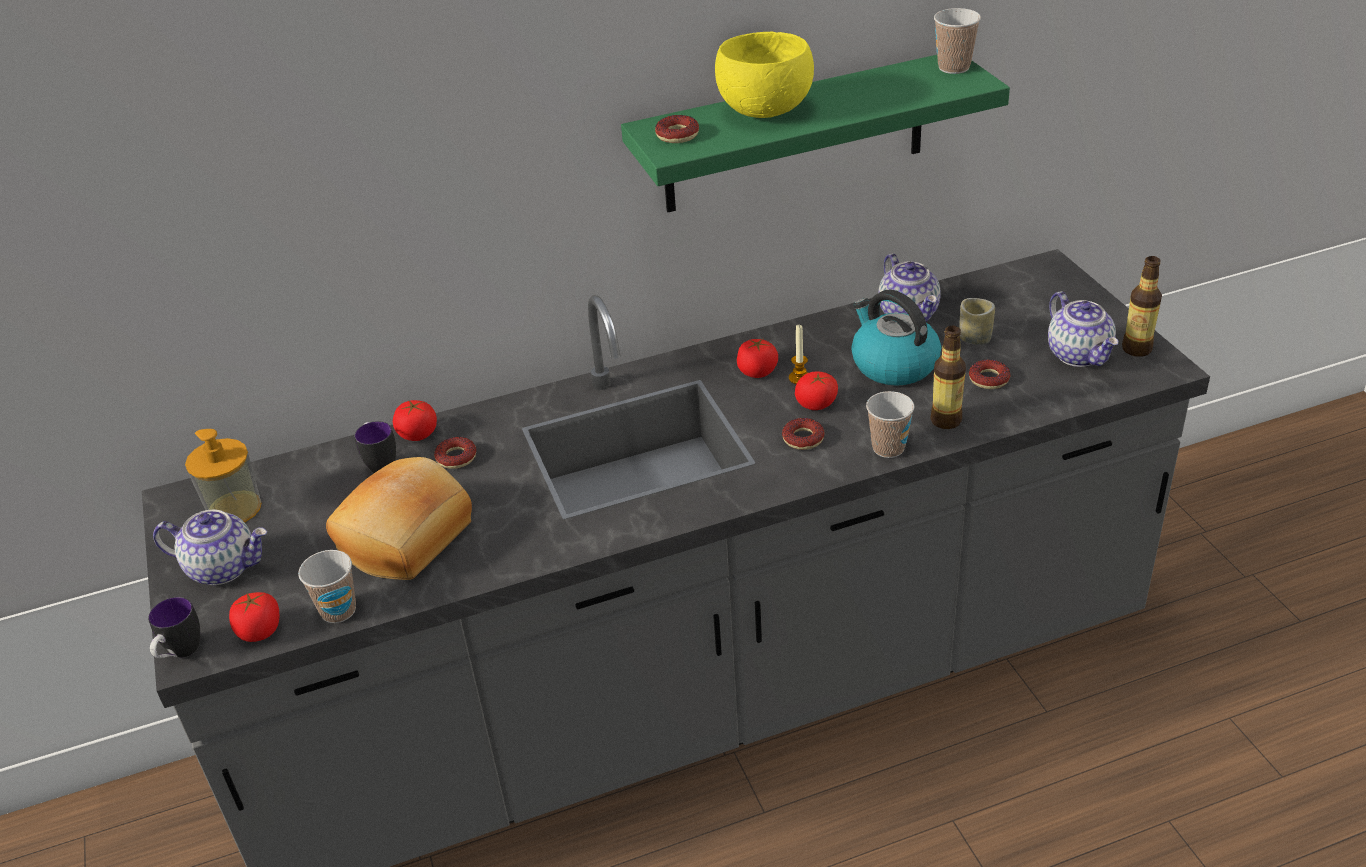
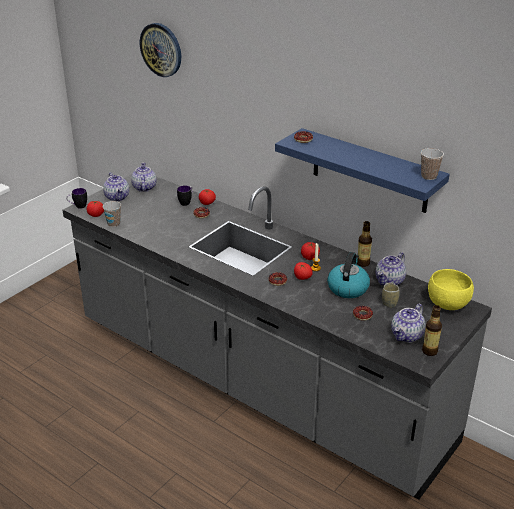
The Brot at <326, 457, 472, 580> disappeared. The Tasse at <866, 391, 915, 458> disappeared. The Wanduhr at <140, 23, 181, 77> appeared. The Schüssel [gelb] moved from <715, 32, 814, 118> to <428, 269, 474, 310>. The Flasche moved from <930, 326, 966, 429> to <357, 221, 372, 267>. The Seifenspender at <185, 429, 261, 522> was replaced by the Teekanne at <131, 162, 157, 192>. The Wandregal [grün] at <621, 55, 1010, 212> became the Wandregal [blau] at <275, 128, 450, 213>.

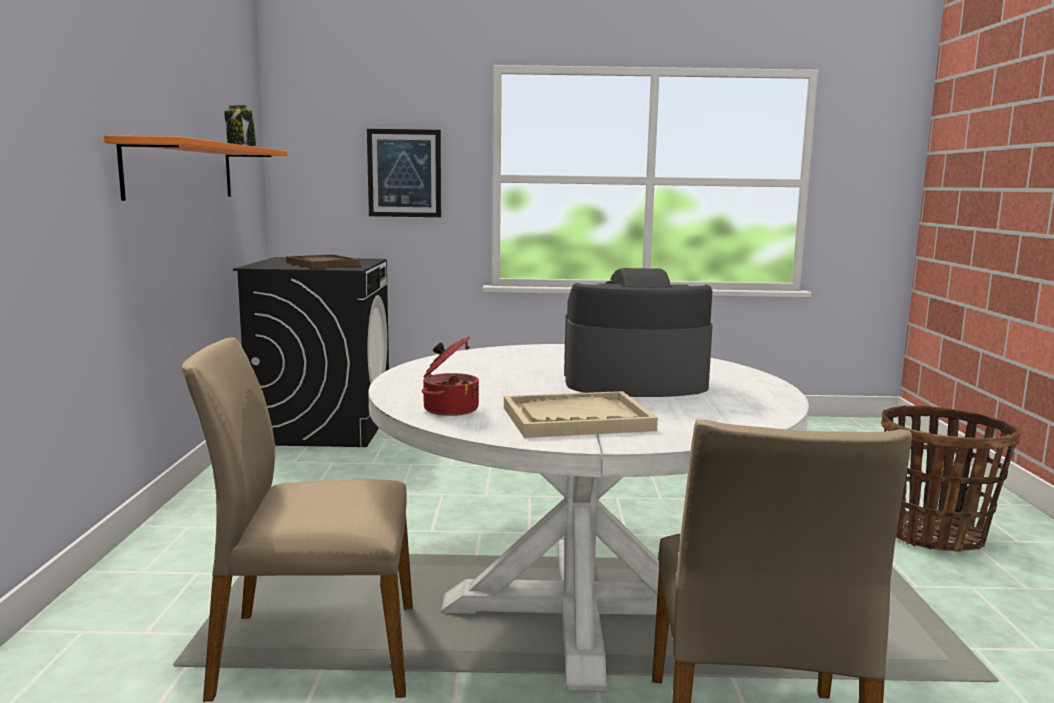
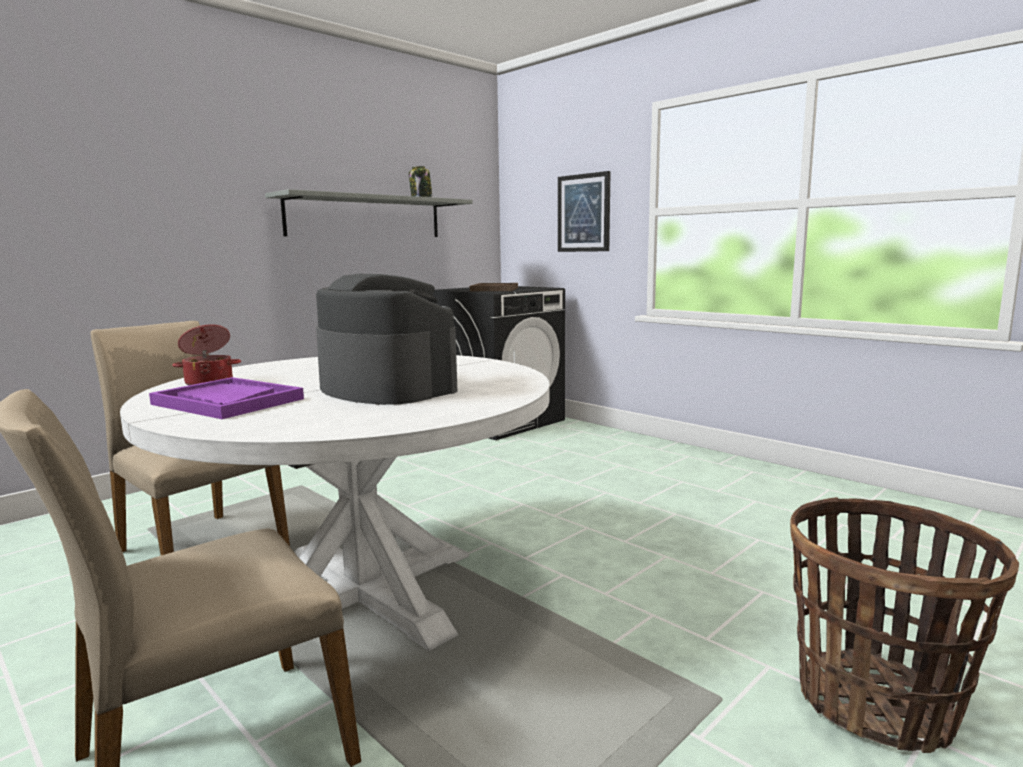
The Wandregal [orange] at <104, 135, 287, 201> became the Wandregal [grau] at <265, 189, 473, 237>. The Tablett [beige] at <504, 391, 658, 438> became the Tablett [lila] at <149, 377, 304, 419>.

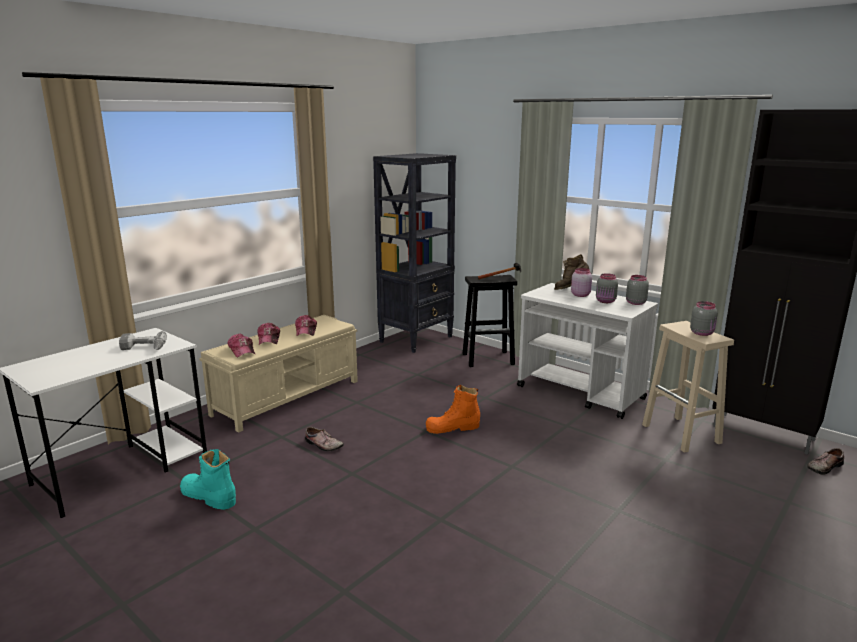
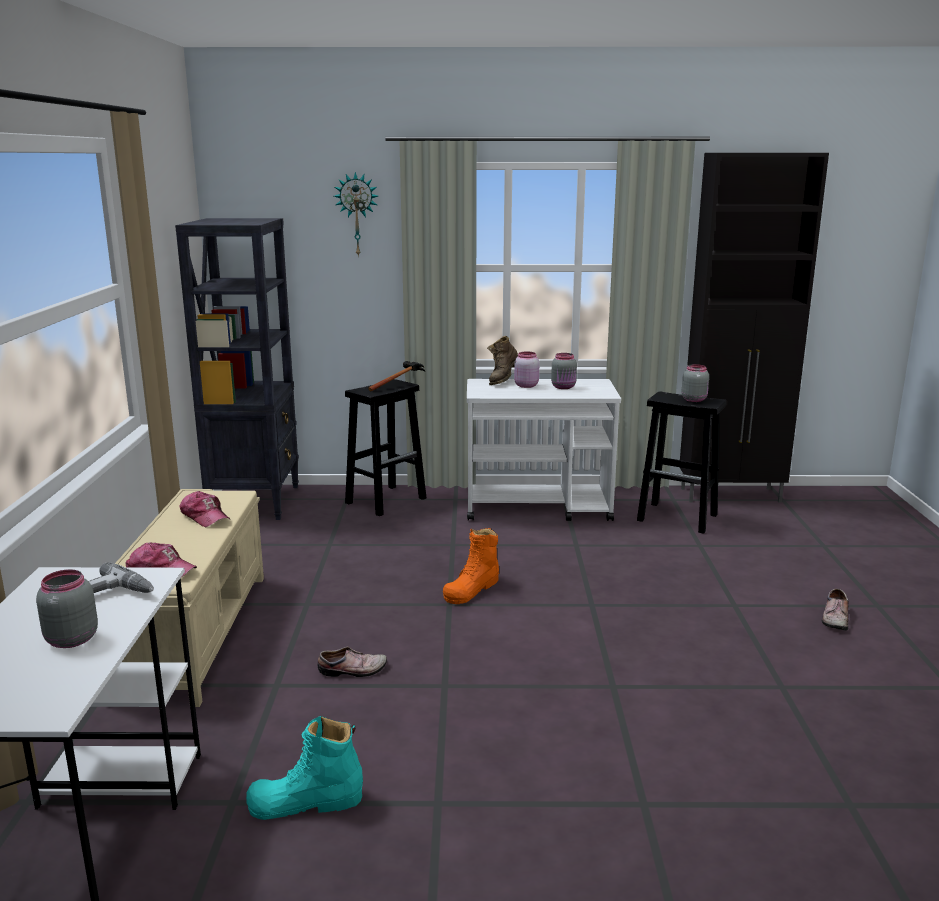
The Kappe at <258, 323, 280, 345> disappeared. The Wanduhr at <334, 172, 378, 257> appeared. The Vorratsglas [grau] moved from <626, 275, 649, 305> to <36, 569, 98, 648>. The Schuh moved from <807, 448, 844, 475> to <821, 589, 849, 630>. The Hocker [beige] at <642, 321, 734, 453> became the Hocker [schwarz] at <637, 391, 727, 534>.

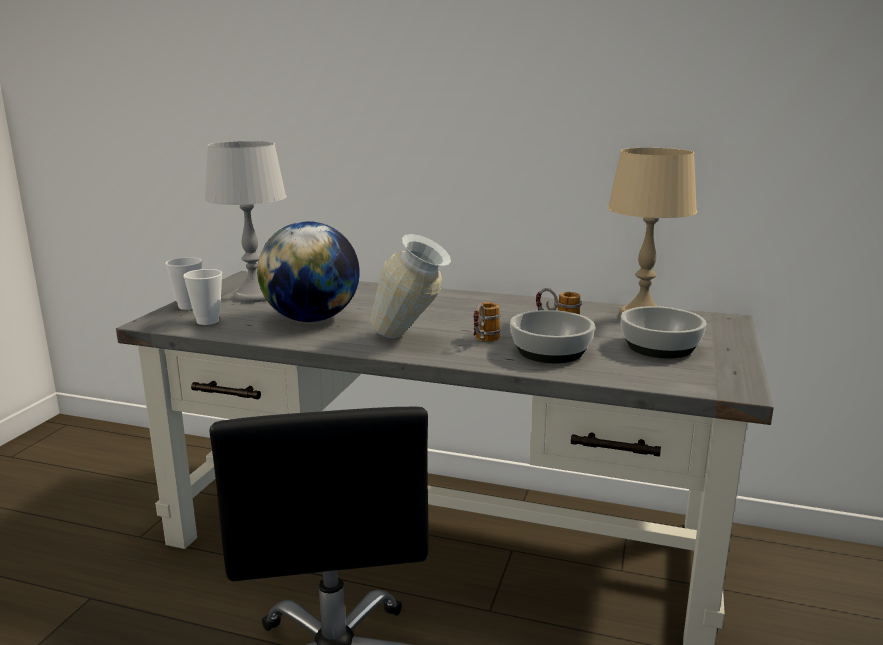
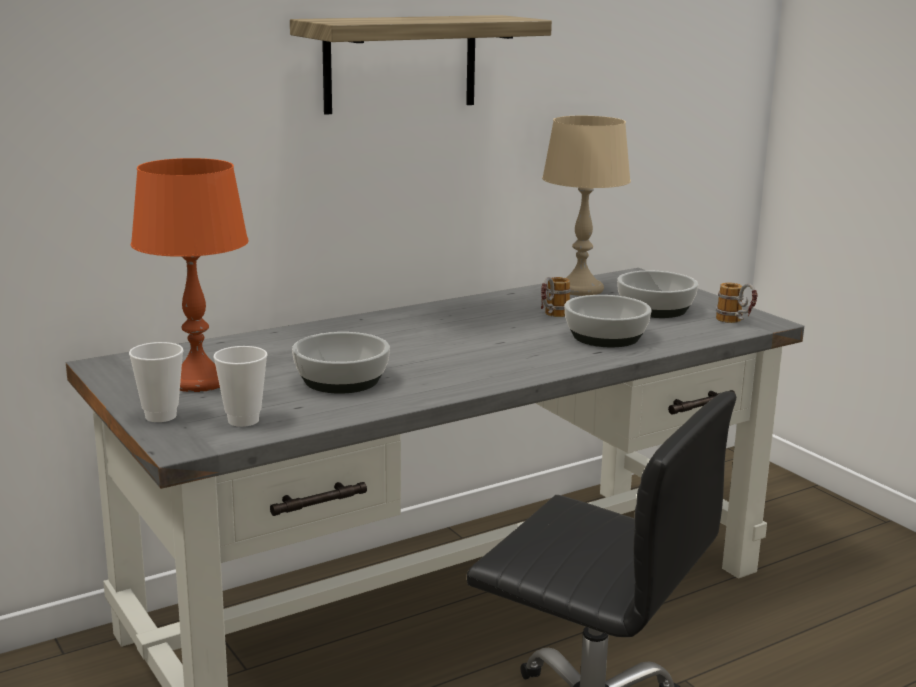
The Vase at <371, 234, 451, 338> disappeared. The Wandregal at <290, 15, 552, 115> appeared. The Henkelbecher moved from <473, 302, 501, 342> to <716, 283, 758, 323>. The Globus at <257, 221, 360, 322> was replaced by the Schüssel at <292, 332, 390, 394>. The Tischlampe [grau] at <205, 141, 287, 303> became the Tischlampe [orange] at <131, 158, 249, 392>.

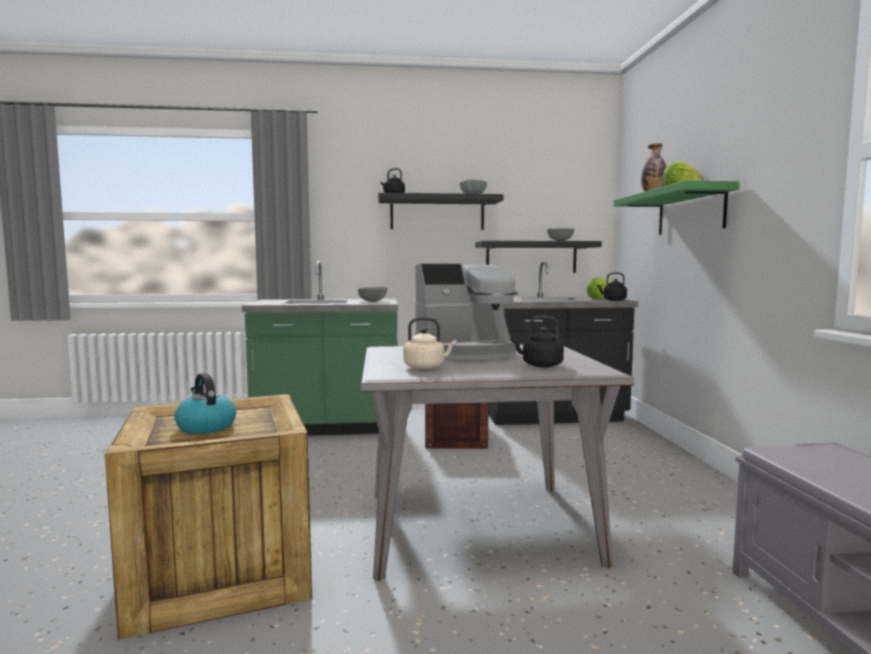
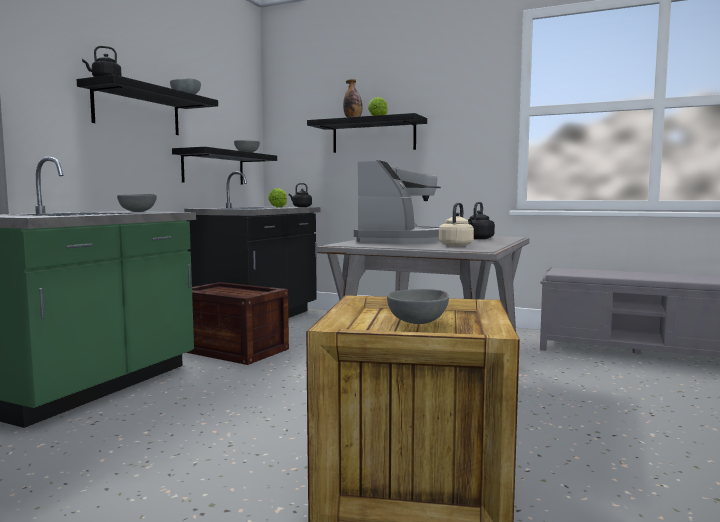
The Wasserkessel at <174, 373, 237, 434> was replaced by the Schüssel [grau] at <387, 289, 449, 324>. The Wandregal [grün] at <613, 180, 739, 235> became the Wandregal [schwarz] at <307, 113, 427, 153>.

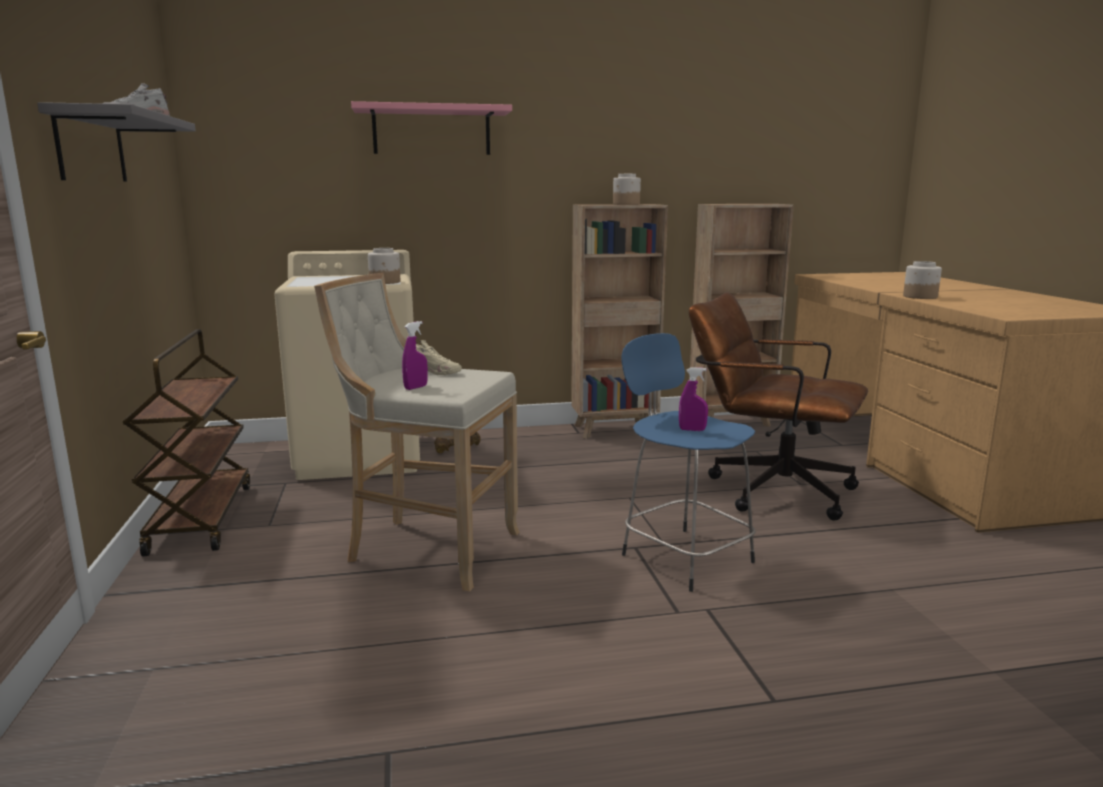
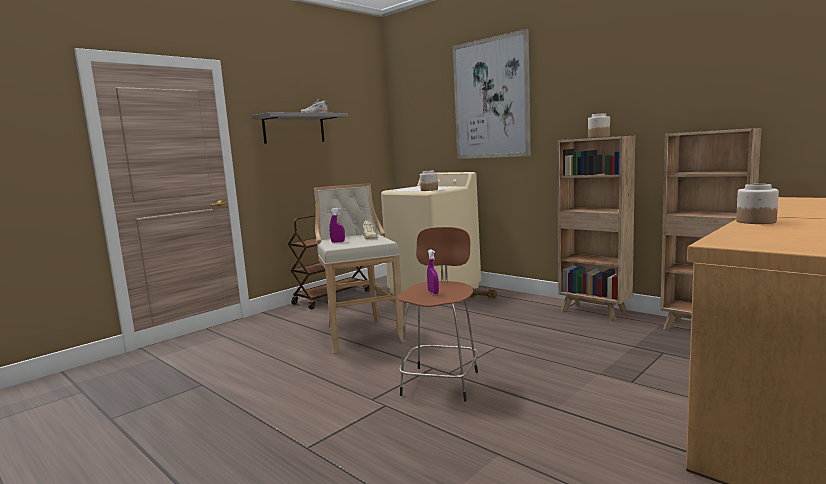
The Bürostuhl [braun] at <689, 293, 868, 521> disappeared. The Wandregal [rosa] at <351, 101, 512, 155> was replaced by the Bild at <453, 29, 531, 159>. The Hocker [blau] at <621, 333, 756, 592> became the Hocker [braun] at <397, 227, 478, 401>.

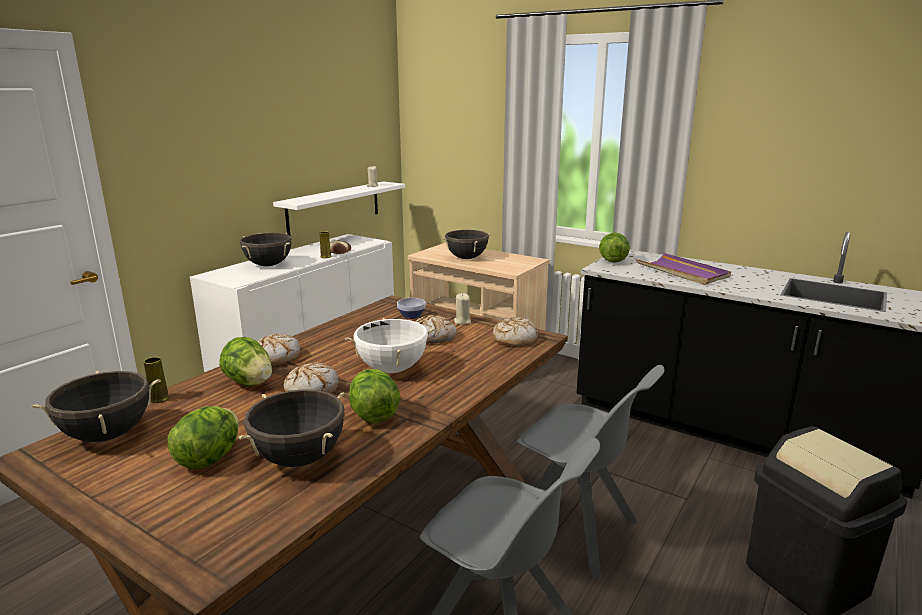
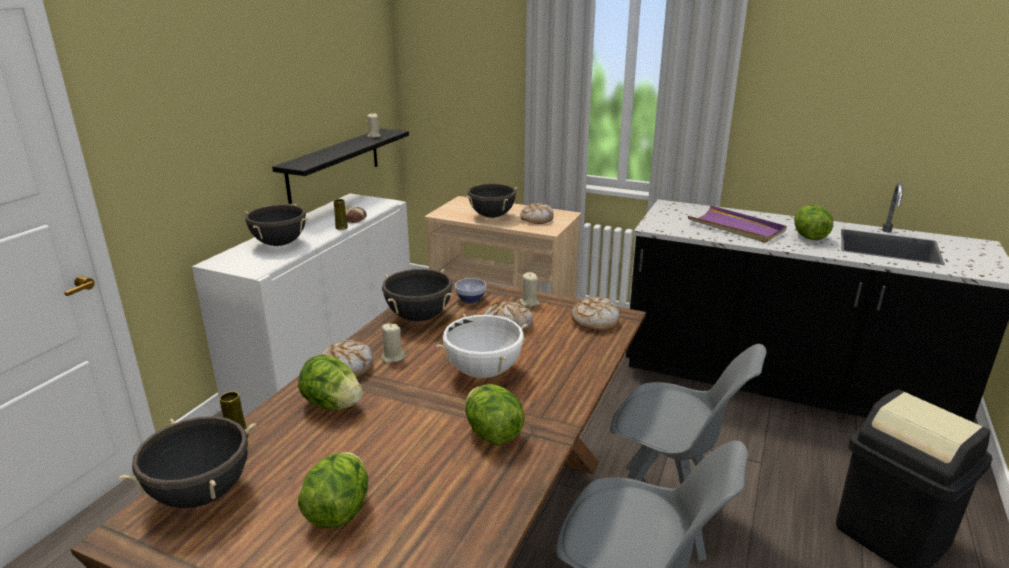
The Kerze [beige] at <381, 324, 405, 363> appeared. The Kochtopf [schwarz] moved from <238, 389, 345, 467> to <382, 269, 453, 321>. The Brot moved from <284, 363, 339, 394> to <520, 203, 554, 224>. The Salatkopf moved from <599, 232, 630, 263> to <794, 205, 833, 241>. The Wandregal [weiß] at <273, 182, 405, 235> became the Wandregal [schwarz] at <272, 129, 409, 204>.

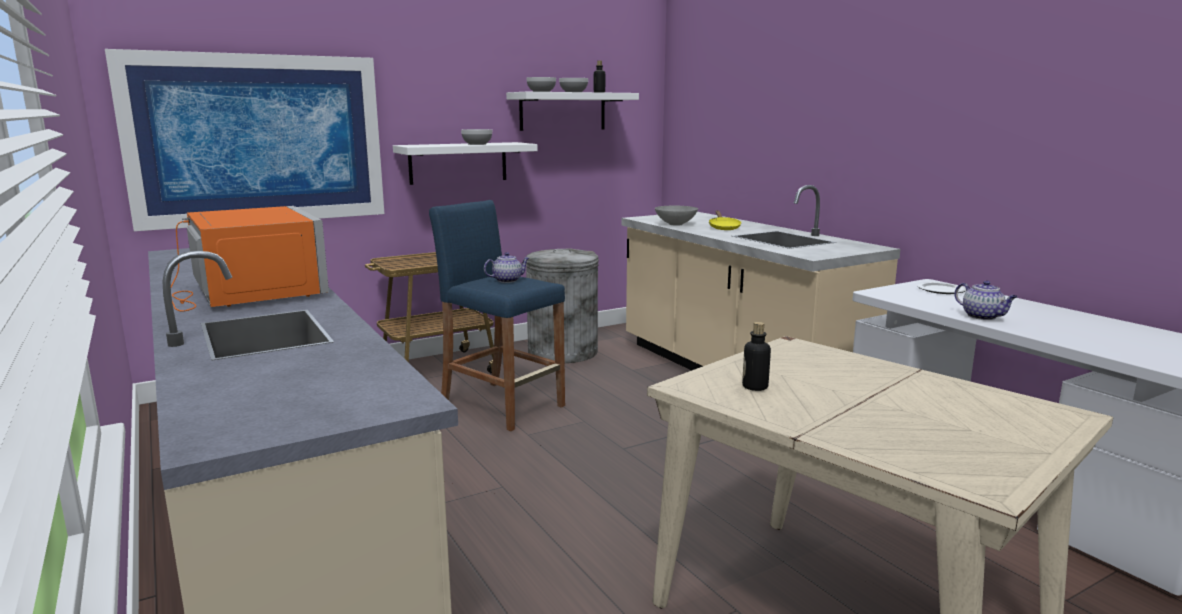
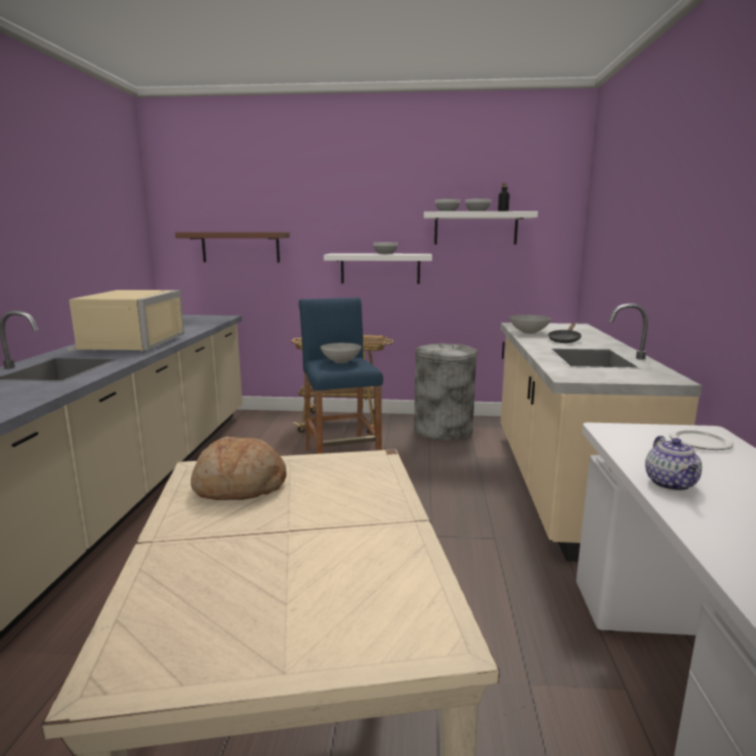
The Bild at <105, 49, 384, 231> was replaced by the Wandregal [braun] at <175, 232, 290, 263>. The Teekanne at <484, 252, 529, 283> was replaced by the Schüssel [grau] at <320, 343, 361, 363>. The Flasche at <742, 322, 771, 391> was replaced by the Brot at <191, 436, 286, 500>. The Mikrowelle [orange] at <171, 206, 329, 312> became the Mikrowelle [beige] at <68, 290, 185, 351>. The Pfanne [gelb] at <709, 210, 741, 230> became the Pfanne [schwarz] at <548, 323, 581, 343>.

